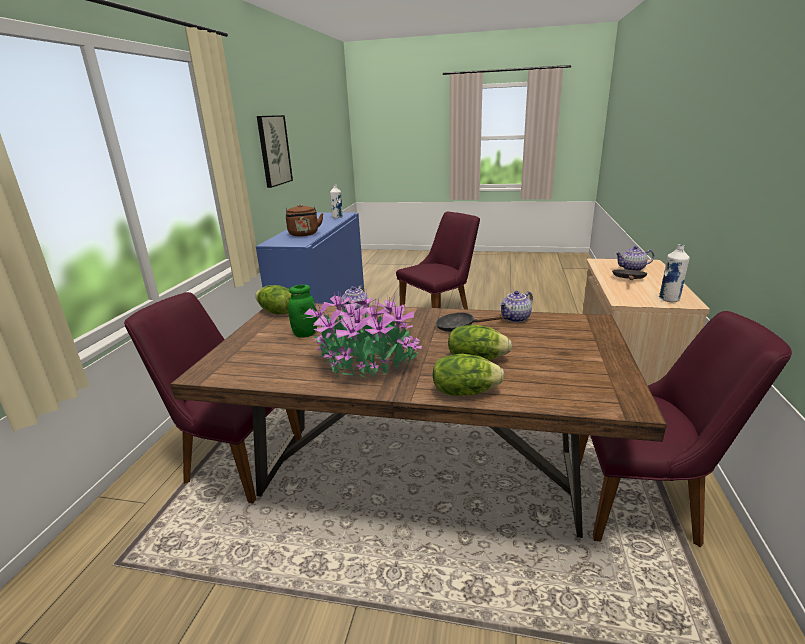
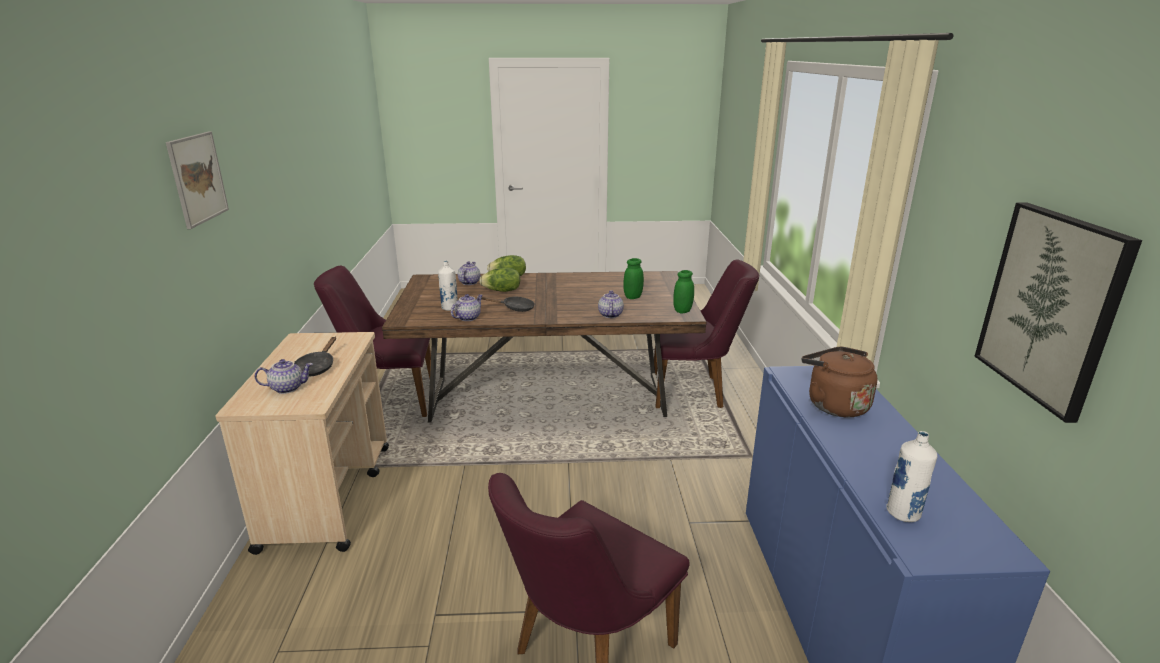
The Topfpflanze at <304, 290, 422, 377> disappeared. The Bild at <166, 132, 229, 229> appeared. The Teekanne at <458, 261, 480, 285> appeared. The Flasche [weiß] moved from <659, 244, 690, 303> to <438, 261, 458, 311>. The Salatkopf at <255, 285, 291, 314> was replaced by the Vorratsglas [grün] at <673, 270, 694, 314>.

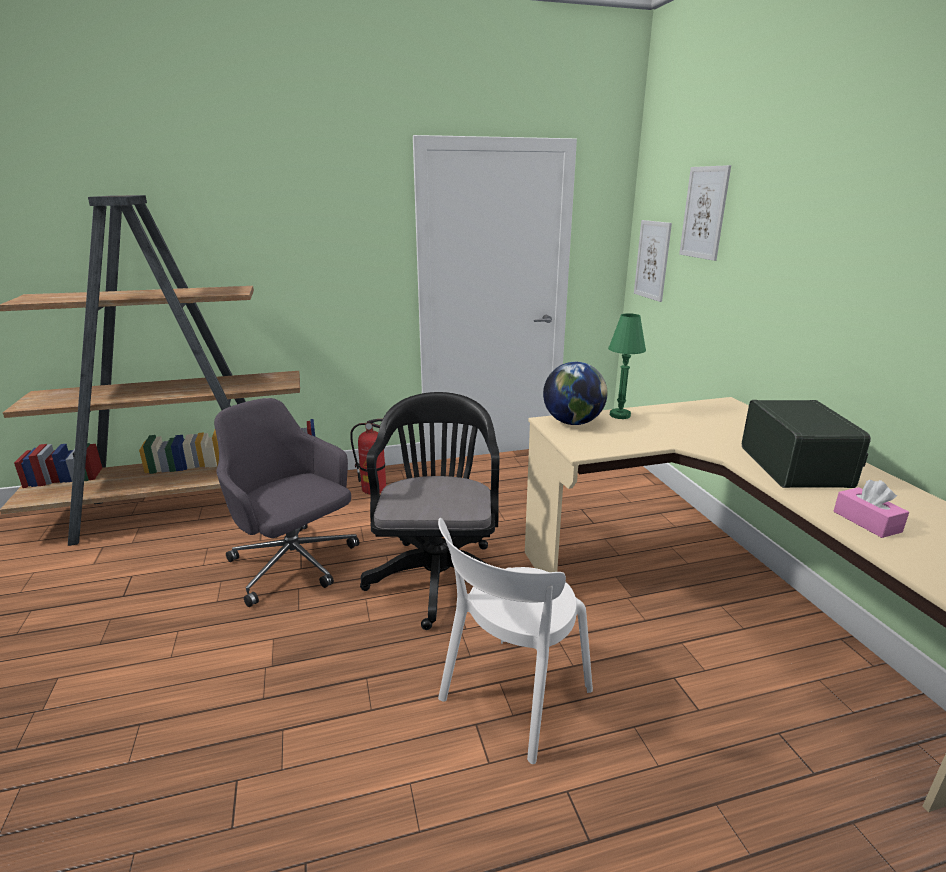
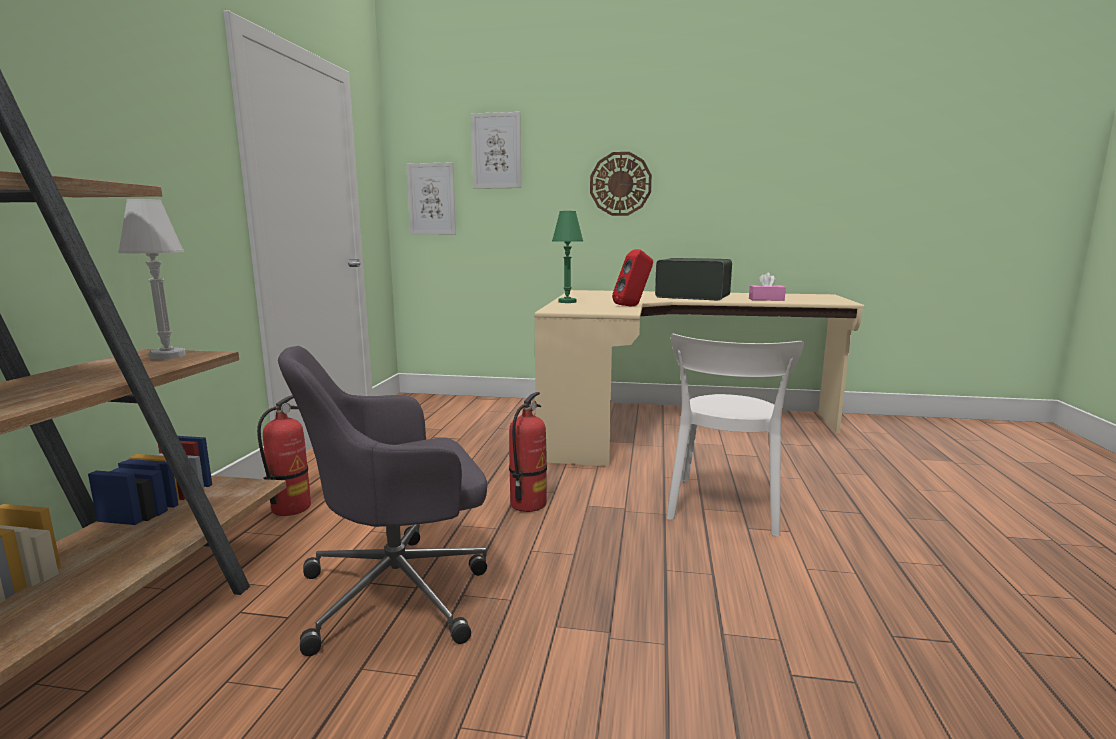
The Globus at <543, 362, 607, 425> disappeared. The Tischlampe [weiß] at <118, 199, 186, 360> appeared. The Wanduhr at <590, 152, 652, 216> appeared. The Lautsprecher [rot] at <612, 249, 653, 307> appeared. The Bürostuhl [schwarz] at <360, 392, 499, 630> was replaced by the Feuerlöscher at <509, 392, 547, 512>. The Stuhl [weiß] at <438, 518, 593, 764> turned 45 degrees clockwise.

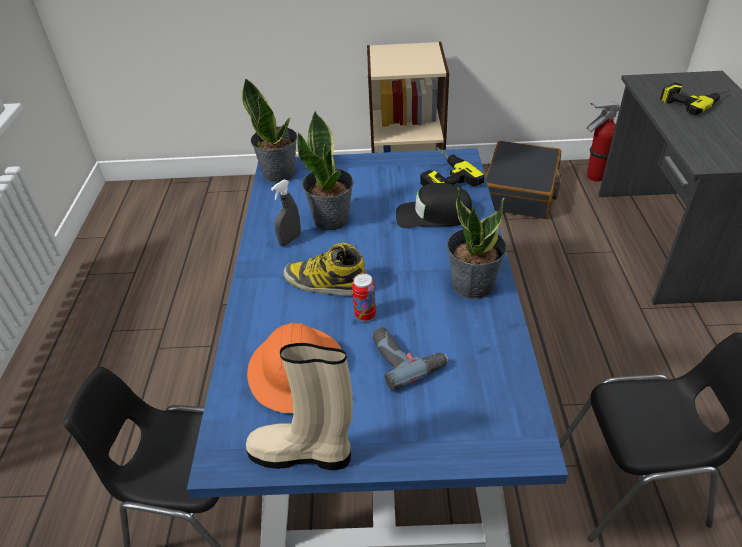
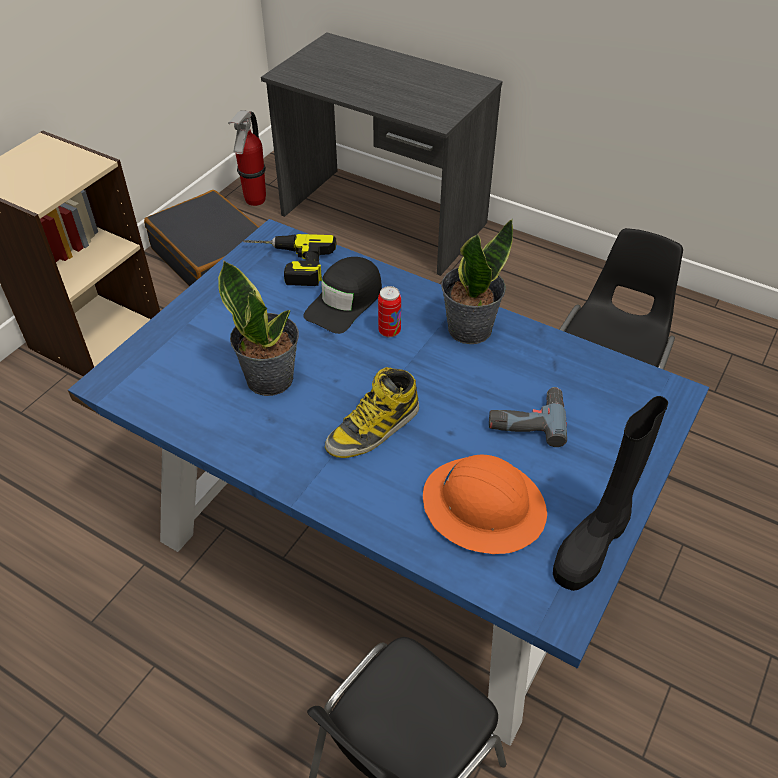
The Topfpflanze at <242, 78, 297, 183> disappeared. The Sprühflasche [grau] at <271, 180, 301, 246> disappeared. The Bohrmaschine at <660, 82, 729, 115> disappeared. The Dose moved from <352, 273, 376, 321> to <378, 286, 401, 337>. The Stiefel [beige] at <246, 343, 353, 470> became the Stiefel [schwarz] at <553, 396, 668, 591>.

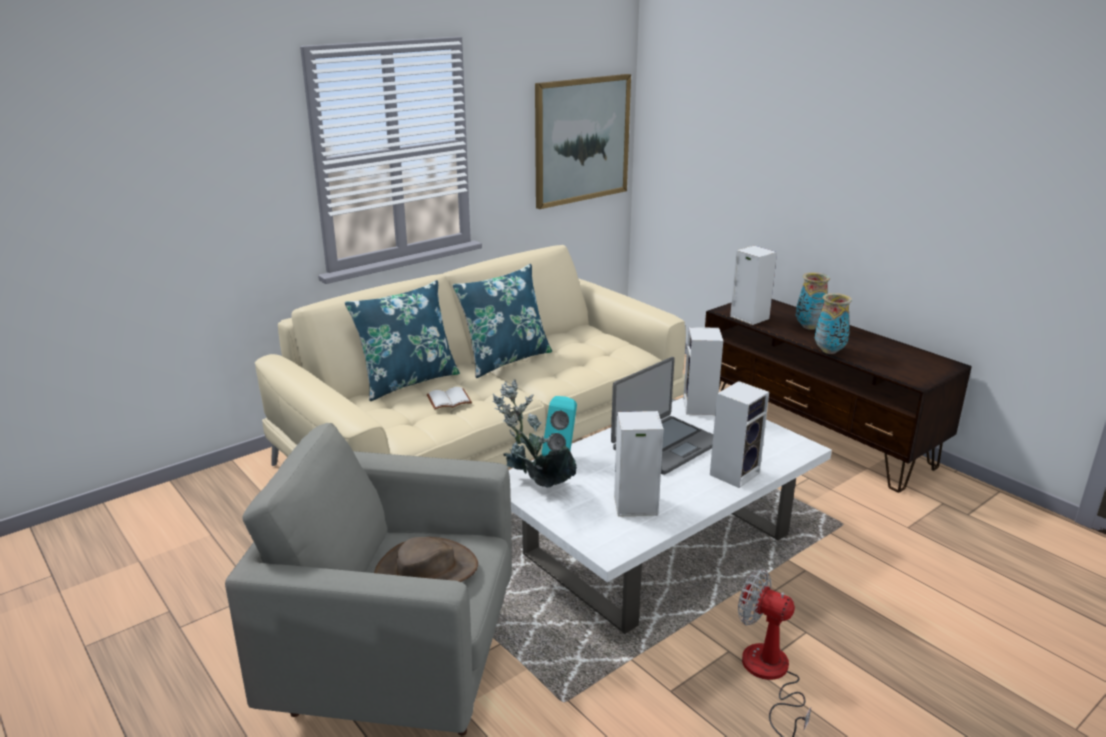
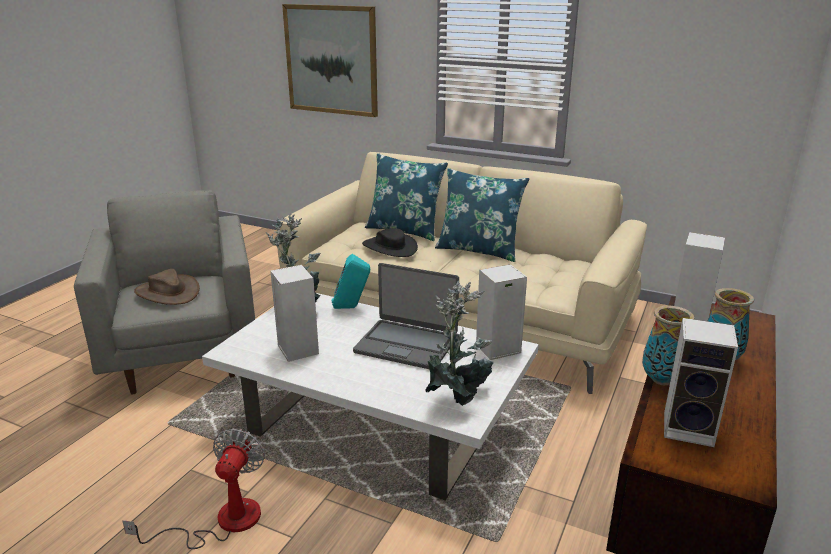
The Topfpflanze at <425, 281, 493, 406> appeared. The Bild moved from <535, 74, 631, 209> to <282, 4, 378, 117>. The Lautsprecher moved from <710, 381, 769, 488> to <664, 318, 738, 447>. The Buch [weiß] at <427, 387, 472, 410> was replaced by the Hut [schwarz] at <362, 228, 418, 257>.

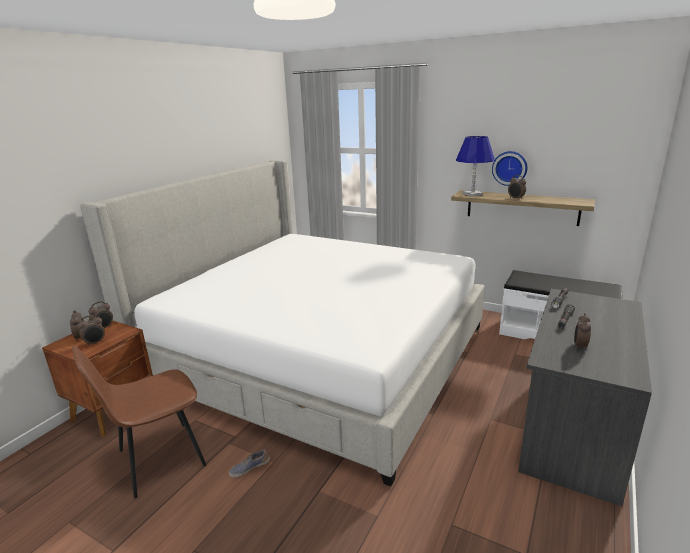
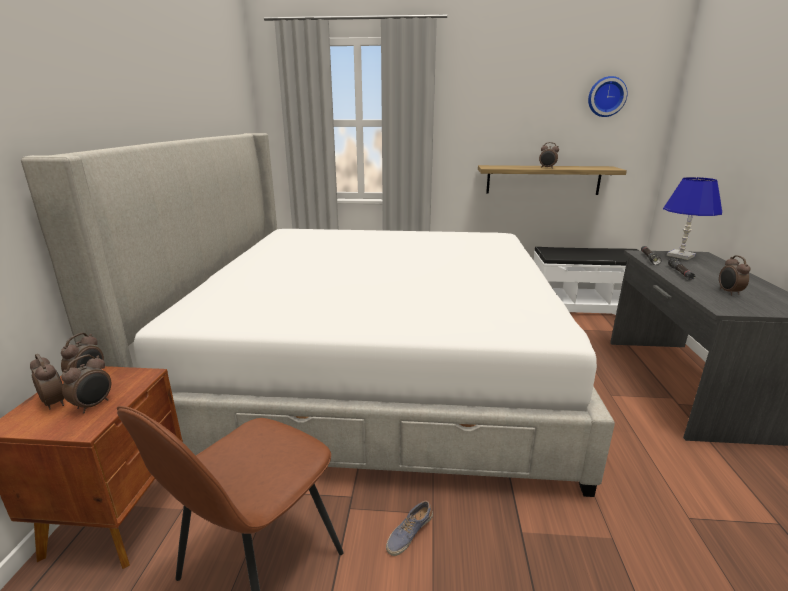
The Tischlampe [blau] moved from <456, 136, 495, 196> to <663, 177, 722, 260>. The Wanduhr moved from <492, 151, 527, 186> to <588, 76, 628, 117>.

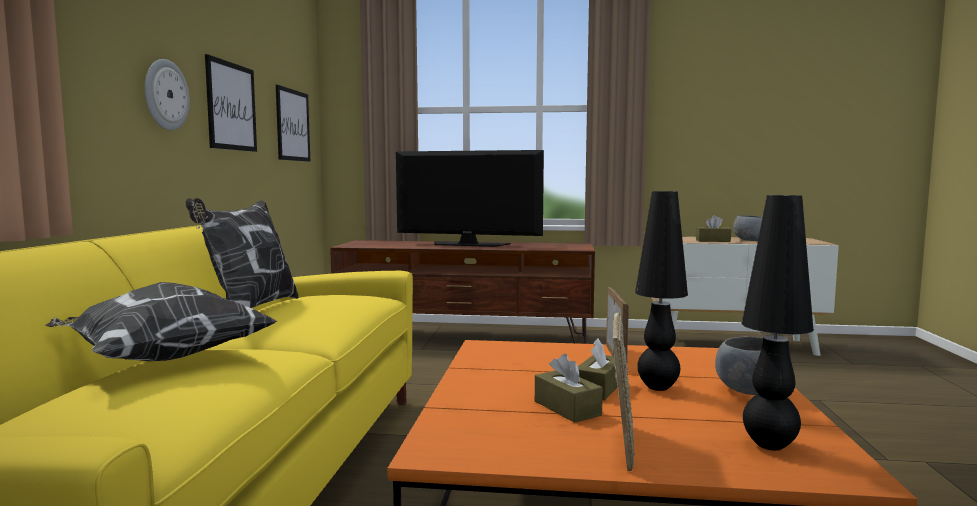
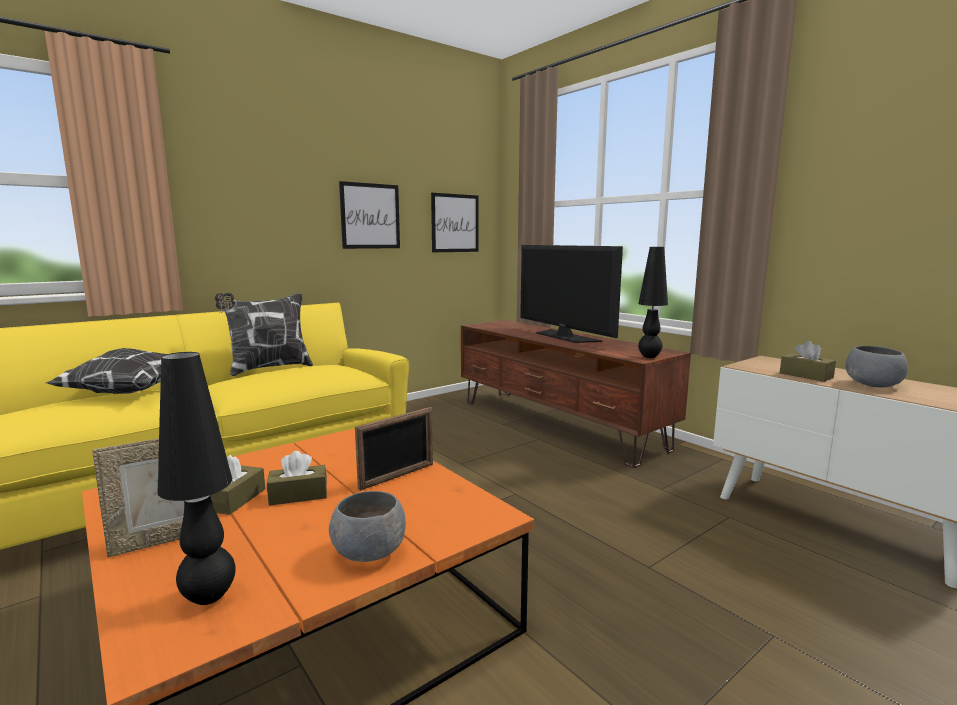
The Wanduhr at <145, 59, 190, 130> disappeared. The Tischlampe [schwarz] moved from <635, 191, 688, 391> to <638, 247, 668, 358>.

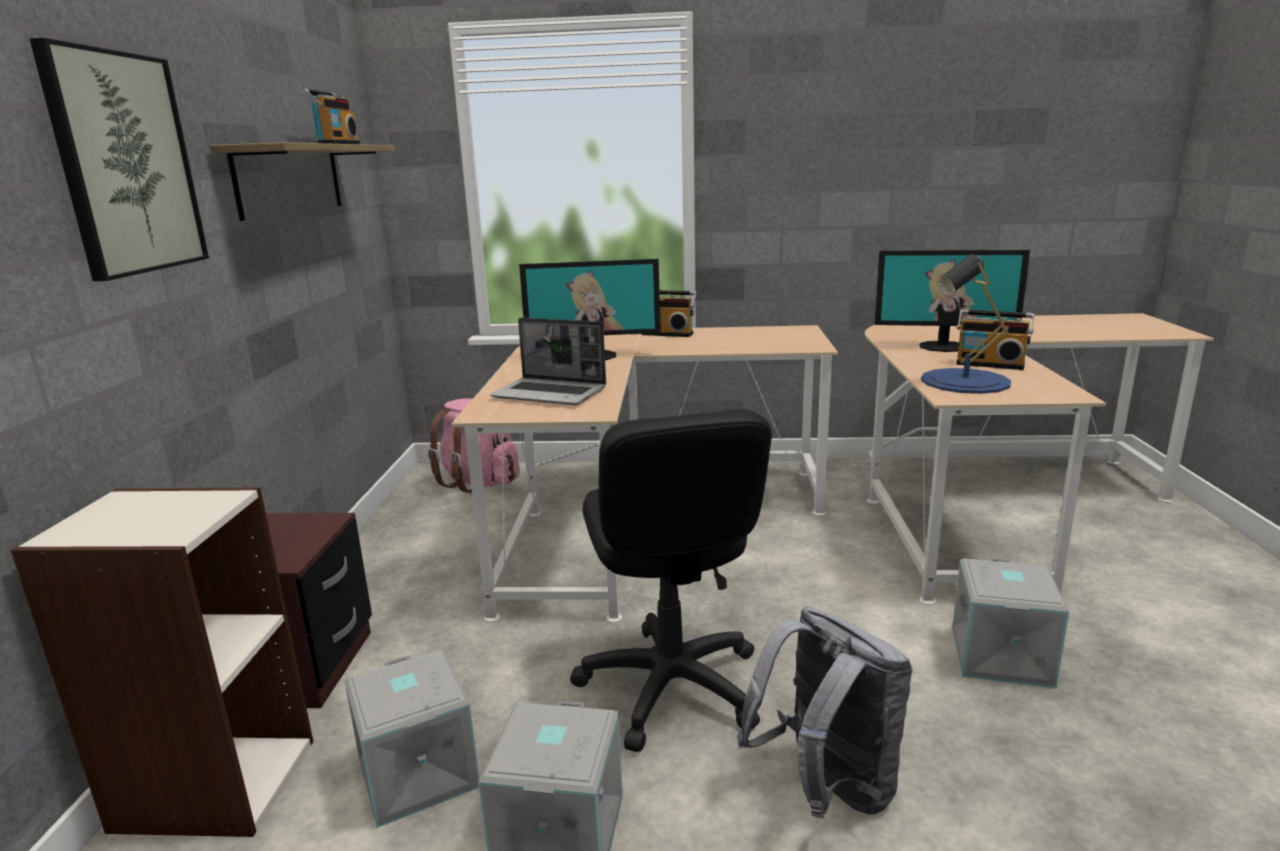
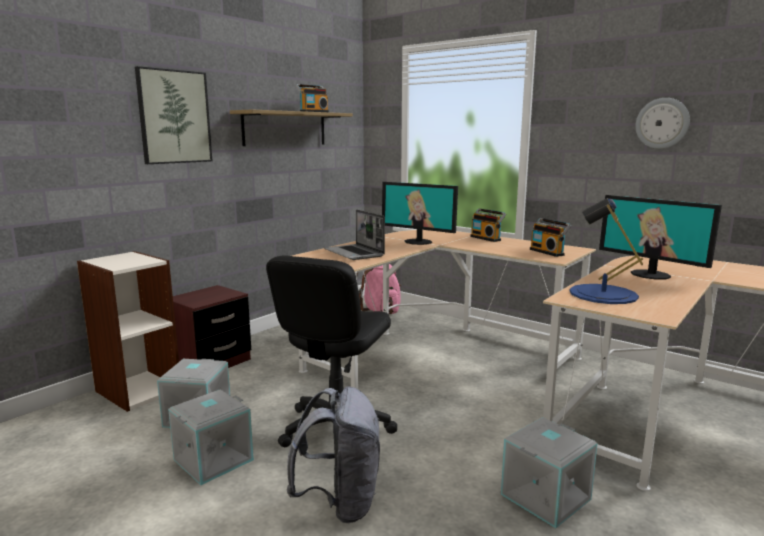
The Wanduhr at <635, 98, 690, 149> appeared. The Radio moved from <956, 309, 1035, 370> to <530, 218, 571, 257>.

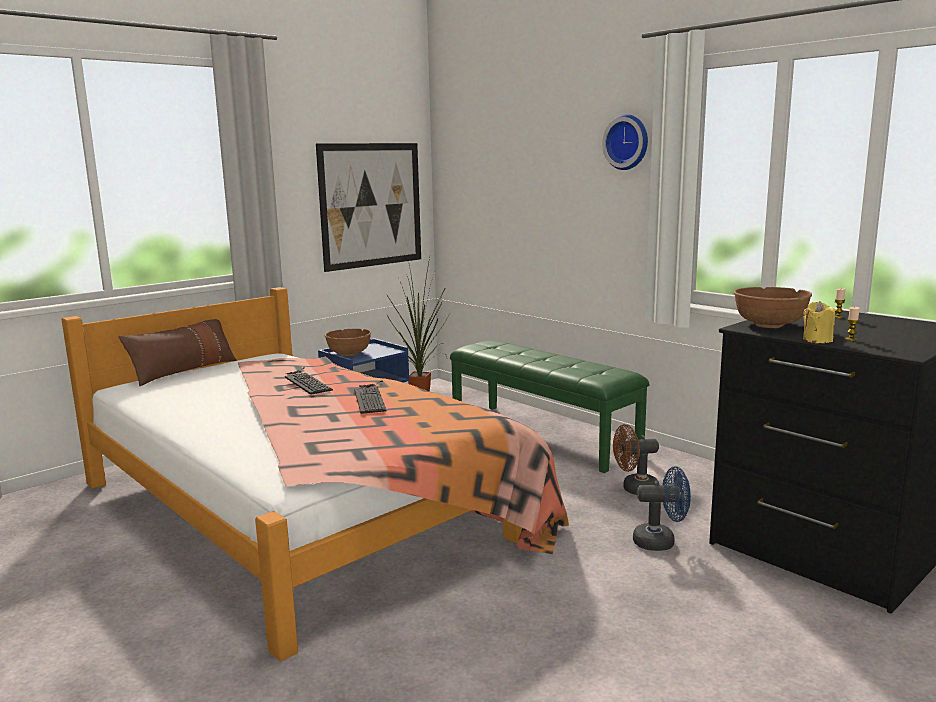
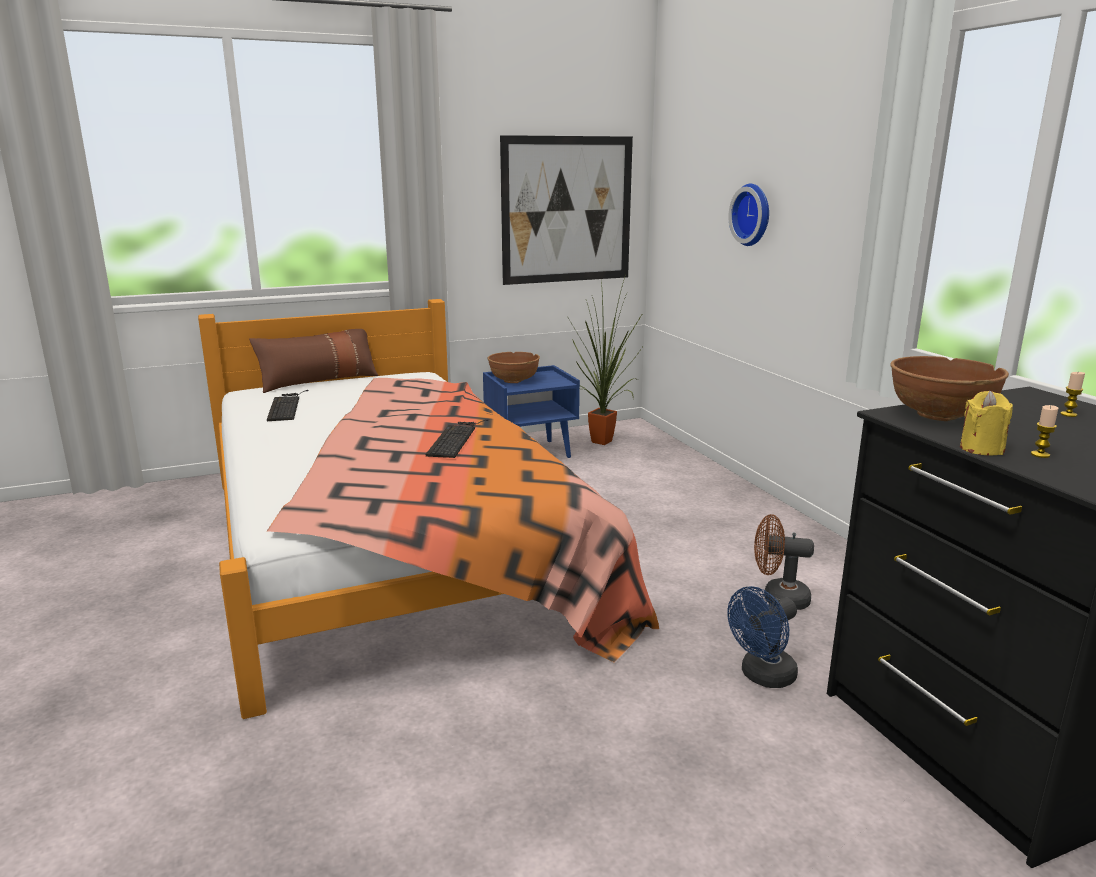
The Bank [grün] at <450, 341, 649, 473> disappeared. The Tastatur moved from <285, 367, 333, 395> to <267, 390, 309, 421>. The Wanduhr moved from <602, 114, 648, 170> to <729, 184, 769, 246>. The Ventilator [blau] at <633, 466, 691, 551> turned 120 degrees clockwise.

